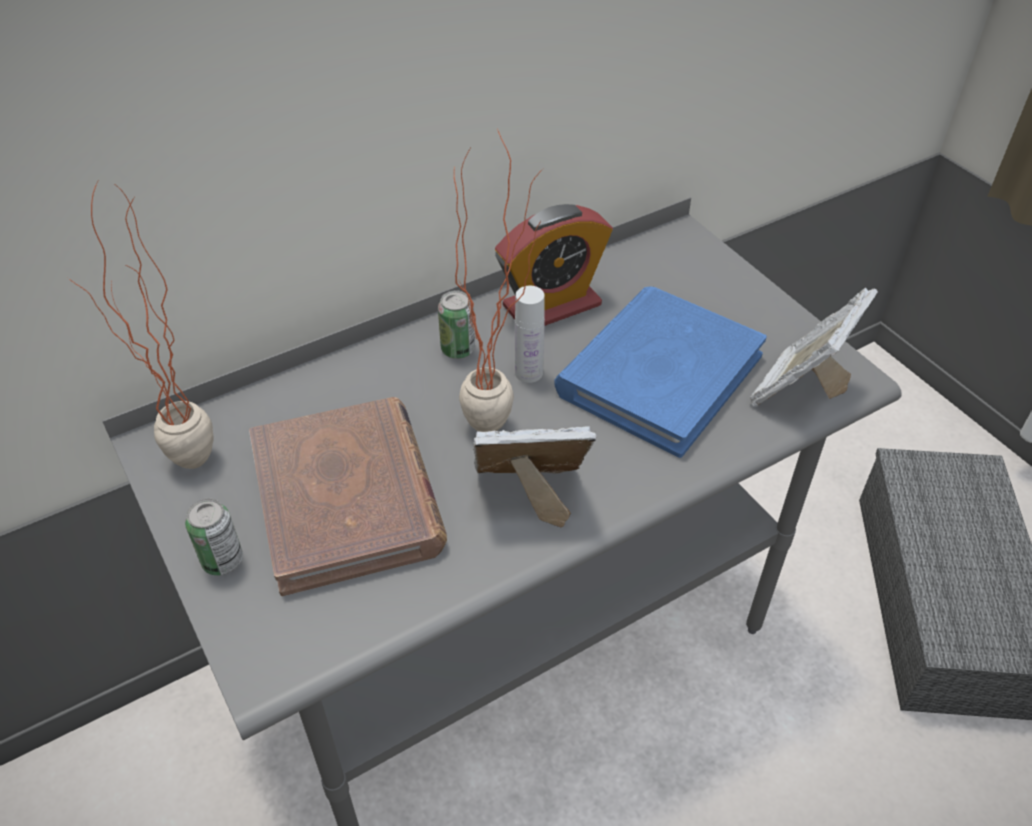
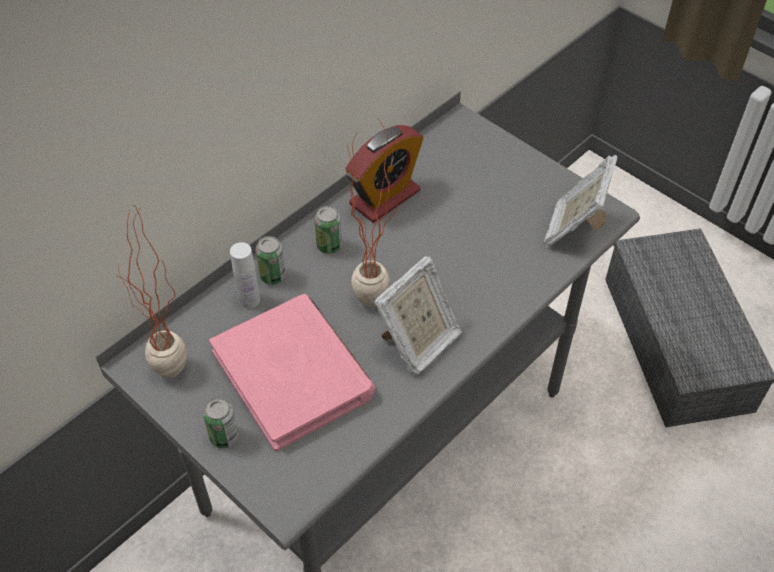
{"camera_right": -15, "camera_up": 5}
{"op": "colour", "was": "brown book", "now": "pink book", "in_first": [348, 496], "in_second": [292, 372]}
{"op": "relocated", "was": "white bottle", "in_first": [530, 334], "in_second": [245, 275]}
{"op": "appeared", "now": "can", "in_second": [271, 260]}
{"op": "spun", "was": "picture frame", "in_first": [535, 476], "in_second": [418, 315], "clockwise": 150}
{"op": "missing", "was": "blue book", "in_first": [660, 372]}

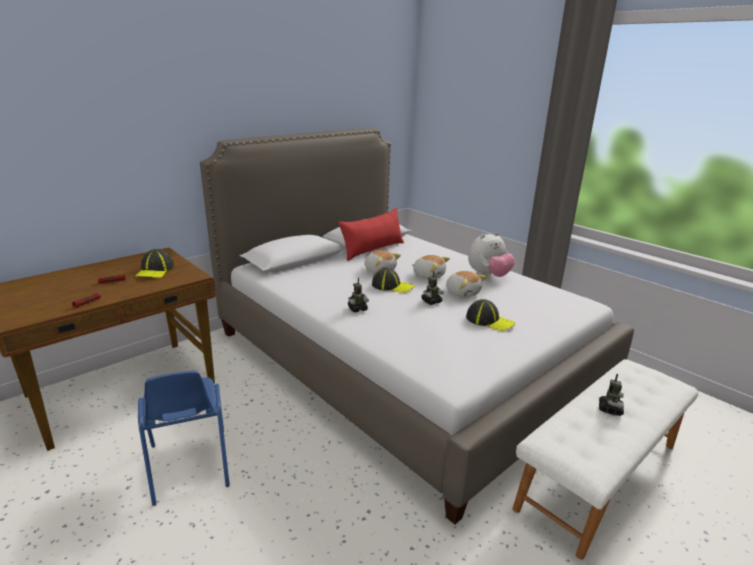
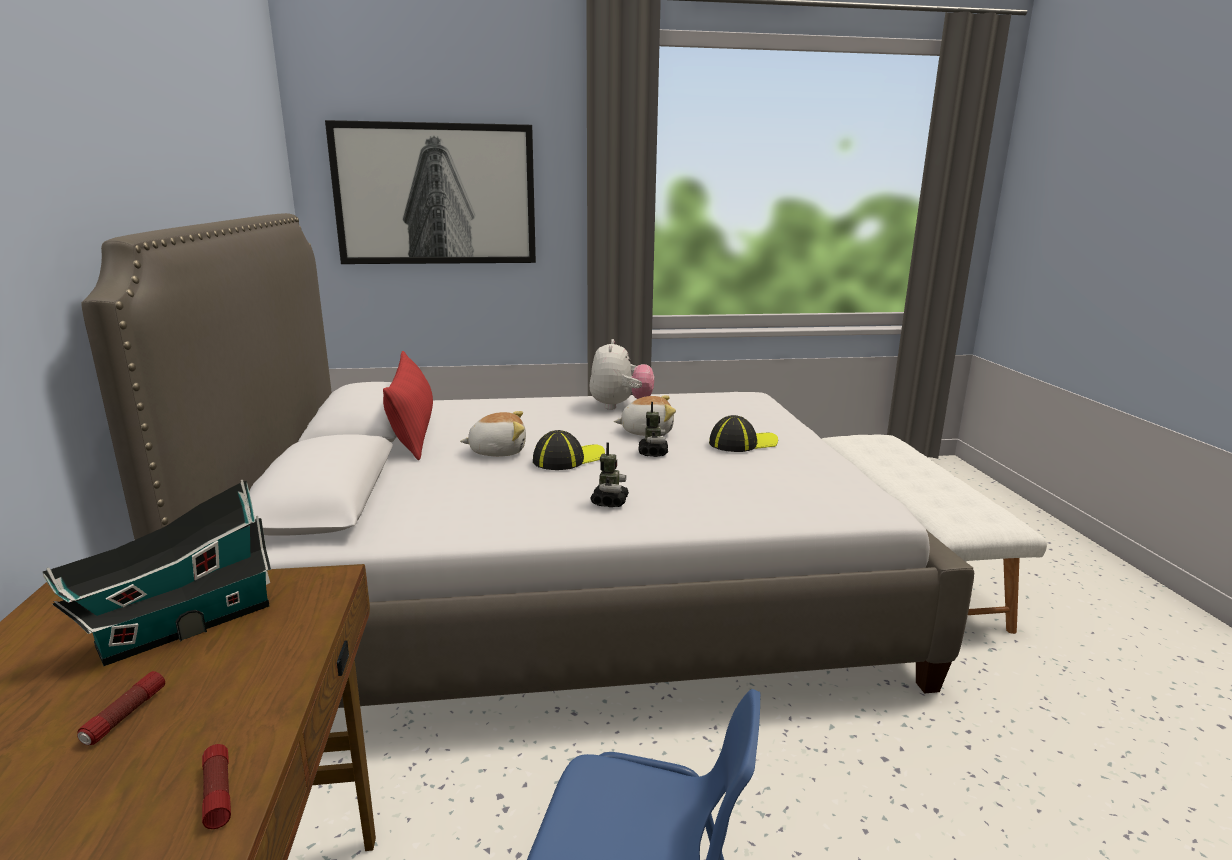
{"camera_right": -55, "camera_up": -5}
{"op": "exchanged", "was": "cap", "now": "toy house", "in_first": [154, 263], "in_second": [156, 573]}
{"op": "appeared", "now": "picture", "in_second": [430, 192]}
{"op": "missing", "was": "plush toy", "in_first": [431, 267]}
{"op": "missing", "was": "toy robot", "in_first": [611, 395]}

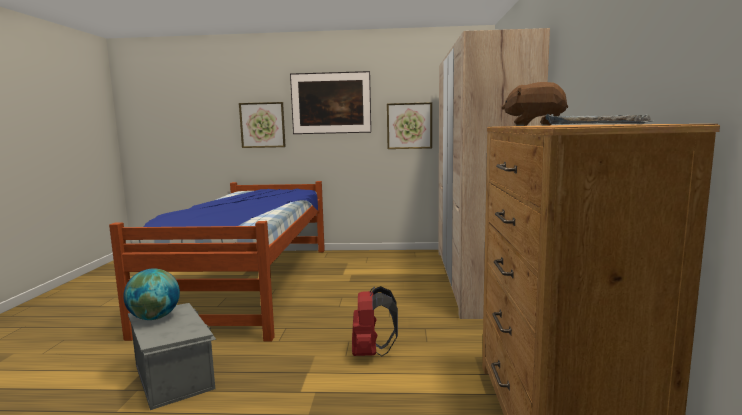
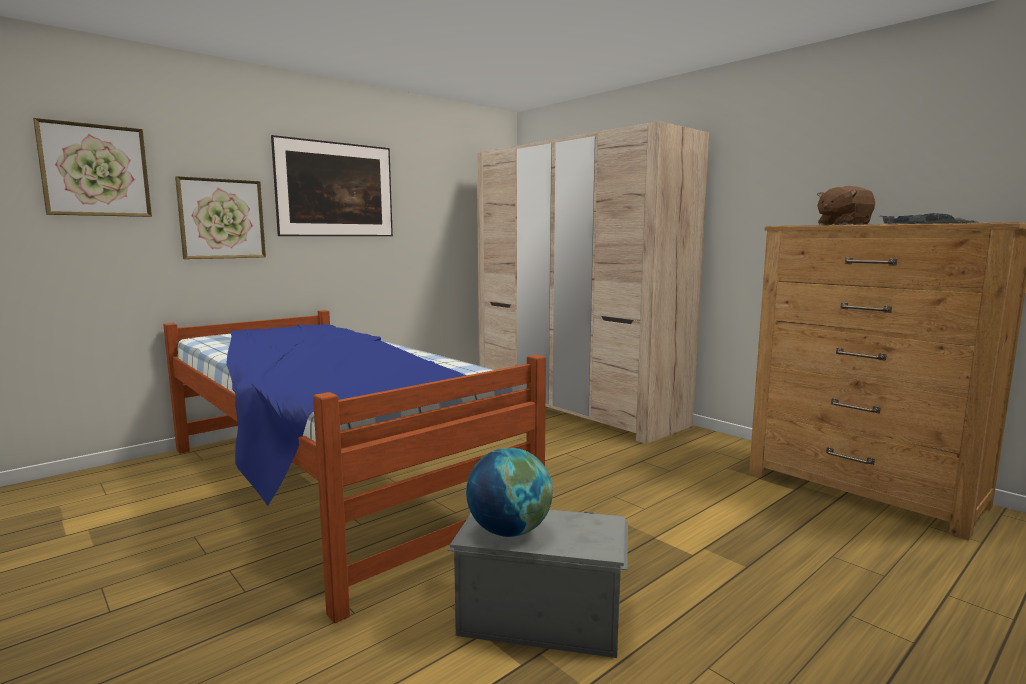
{"camera_right": -45, "camera_up": 0}
{"op": "relocated", "was": "picture", "in_first": [409, 125], "in_second": [92, 167]}
{"op": "missing", "was": "red backpack", "in_first": [375, 321]}

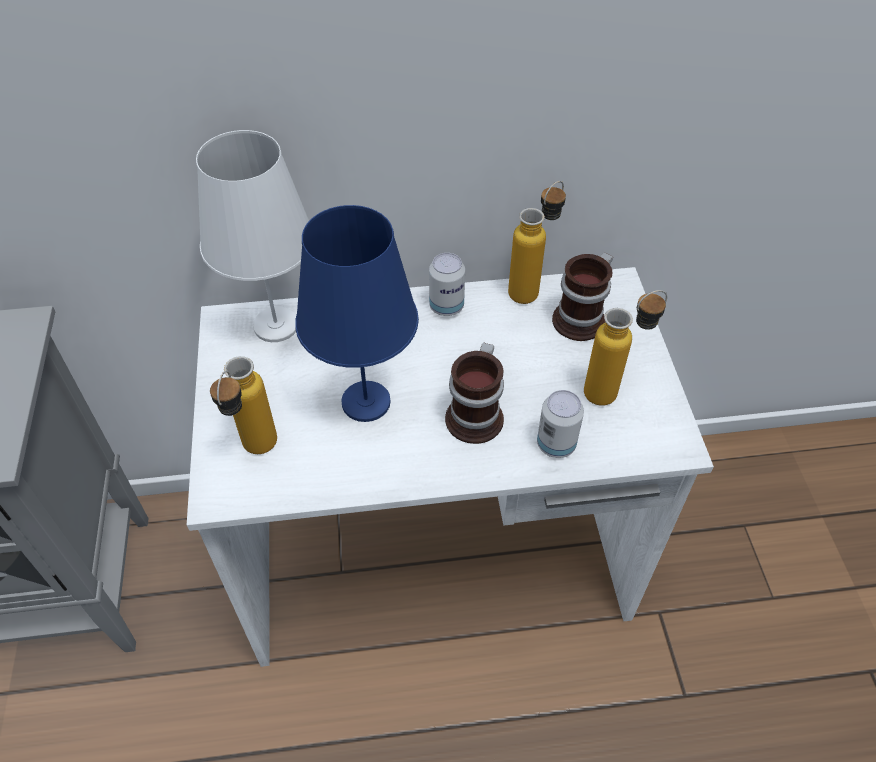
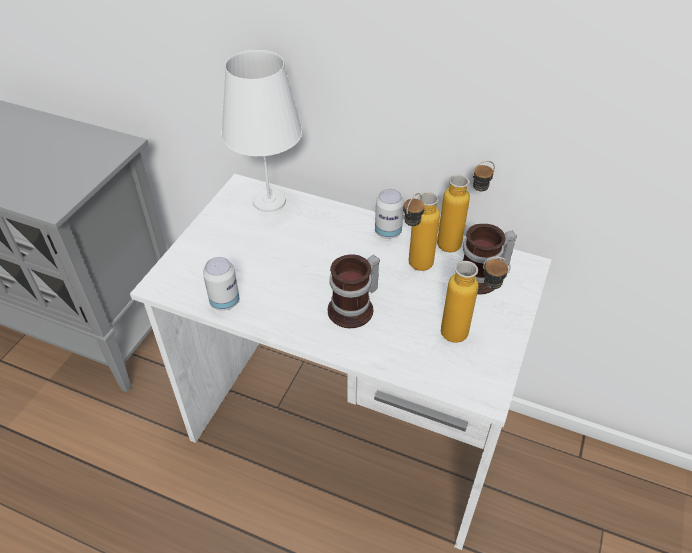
{"camera_right": 30, "camera_up": -5}
{"op": "relocated", "was": "can", "in_first": [560, 424], "in_second": [221, 284]}
{"op": "relocated", "was": "bottle", "in_first": [243, 405], "in_second": [421, 231]}
{"op": "missing", "was": "blue table lamp", "in_first": [357, 313]}

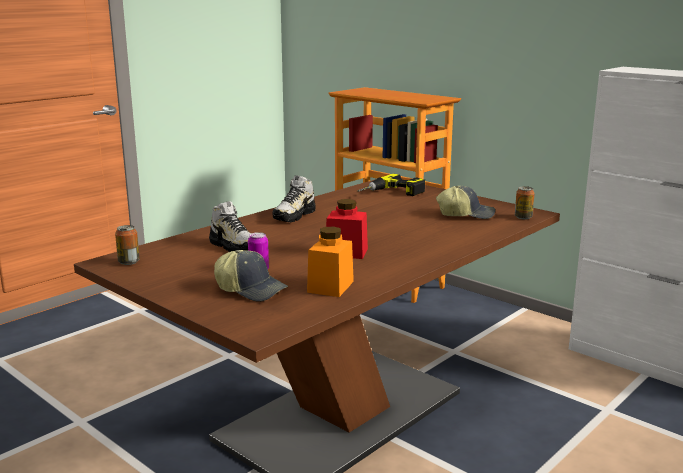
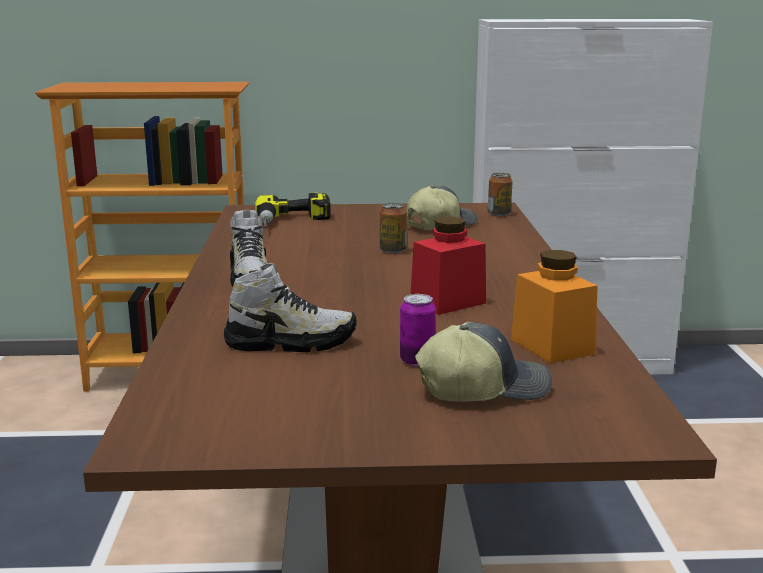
{"camera_right": -45, "camera_up": 0}
{"op": "relocated", "was": "can", "in_first": [127, 245], "in_second": [393, 228]}

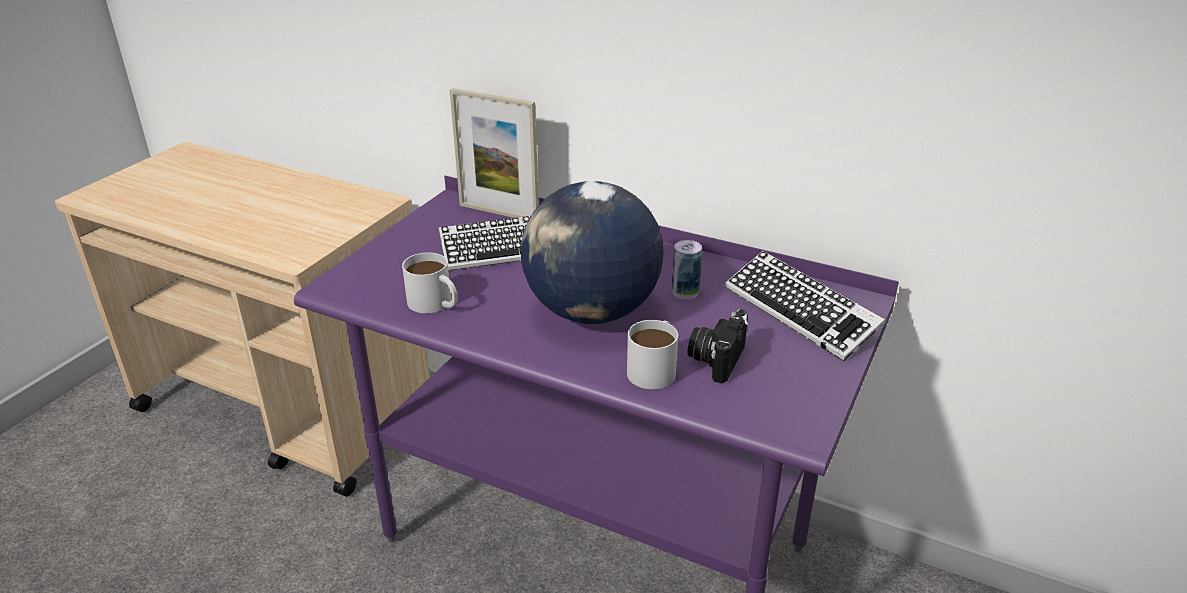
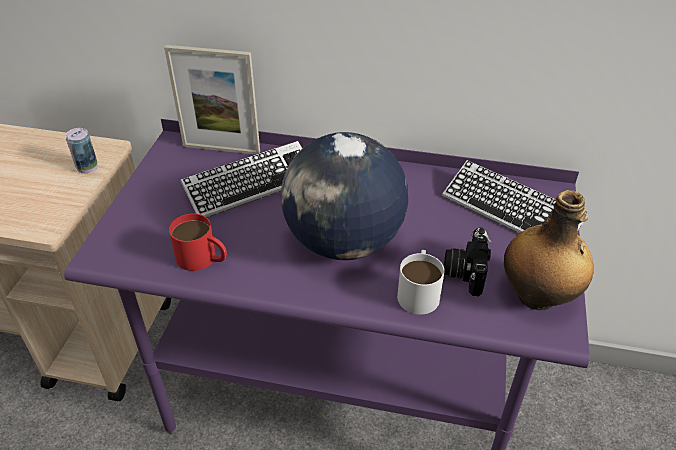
{"camera_right": -15, "camera_up": 10}
{"op": "relocated", "was": "can", "in_first": [687, 270], "in_second": [81, 151]}
{"op": "colour", "was": "white mug", "now": "red mug", "in_first": [430, 282], "in_second": [198, 242]}
{"op": "appeared", "now": "bottle", "in_second": [549, 250]}

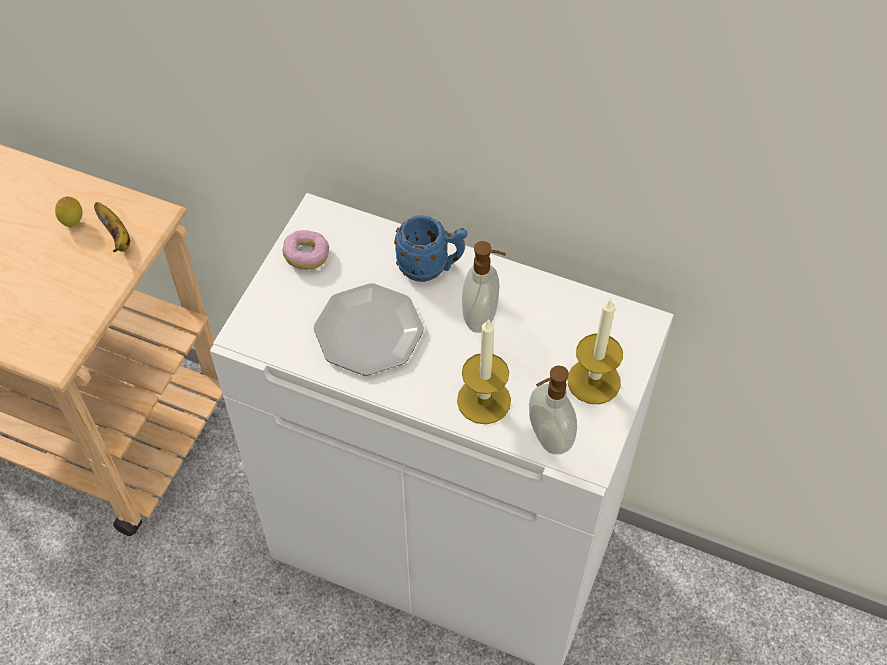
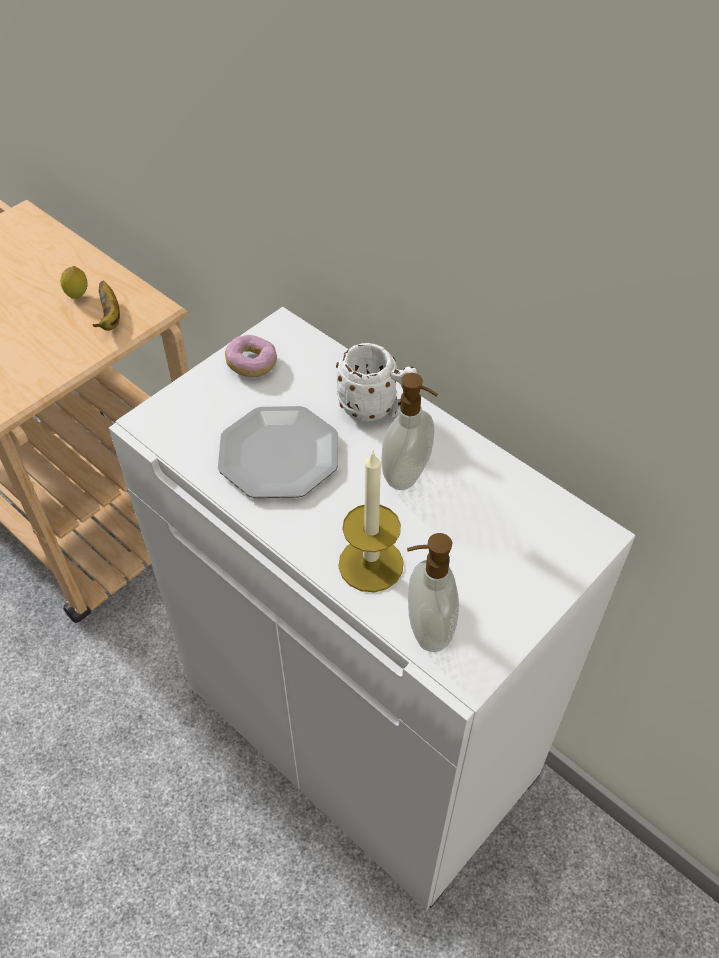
{"camera_right": 20, "camera_up": -5}
{"op": "colour", "was": "blue mug", "now": "white mug", "in_first": [430, 248], "in_second": [376, 382]}
{"op": "missing", "was": "candle", "in_first": [595, 351]}

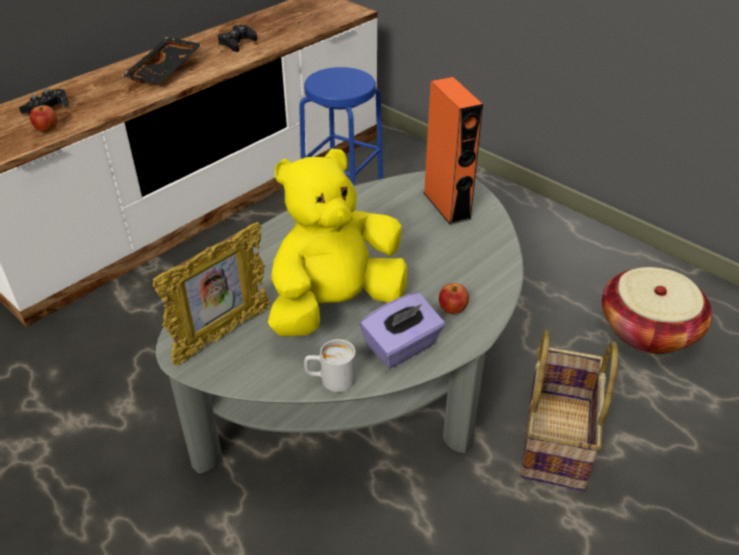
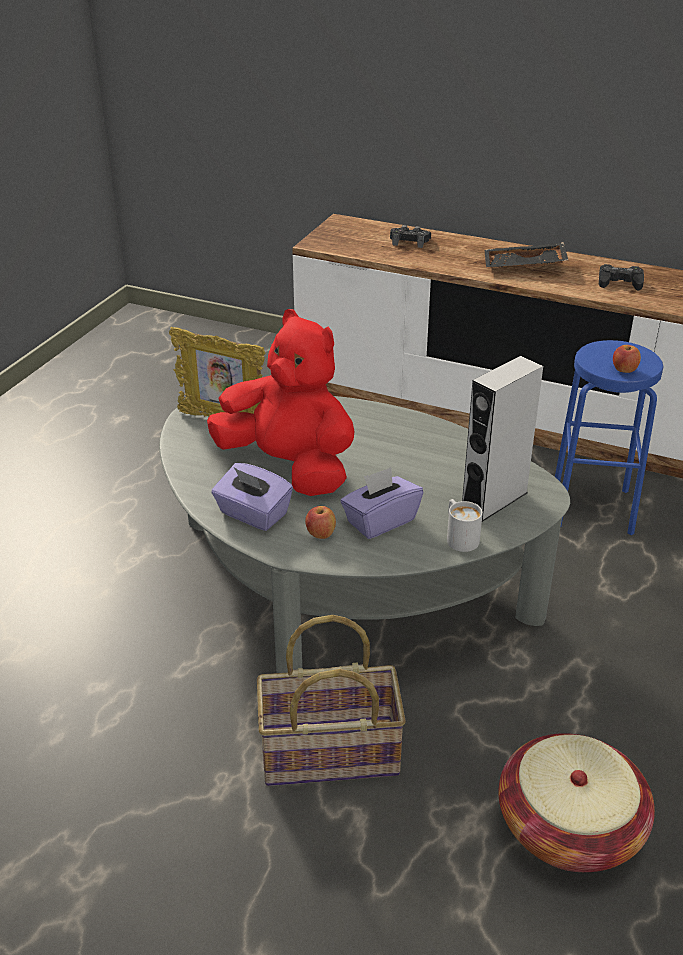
{"camera_right": 70, "camera_up": -5}
{"op": "colour", "was": "yellow plush toy", "now": "red plush toy", "in_first": [337, 242], "in_second": [280, 402]}
{"op": "appeared", "now": "purple tissue box", "in_second": [381, 503]}
{"op": "relocated", "was": "white mug", "in_first": [330, 365], "in_second": [465, 525]}
{"op": "colour", "was": "orange speaker", "now": "grey speaker", "in_first": [453, 151], "in_second": [502, 439]}
{"op": "relocated", "was": "apple", "in_first": [44, 119], "in_second": [627, 359]}

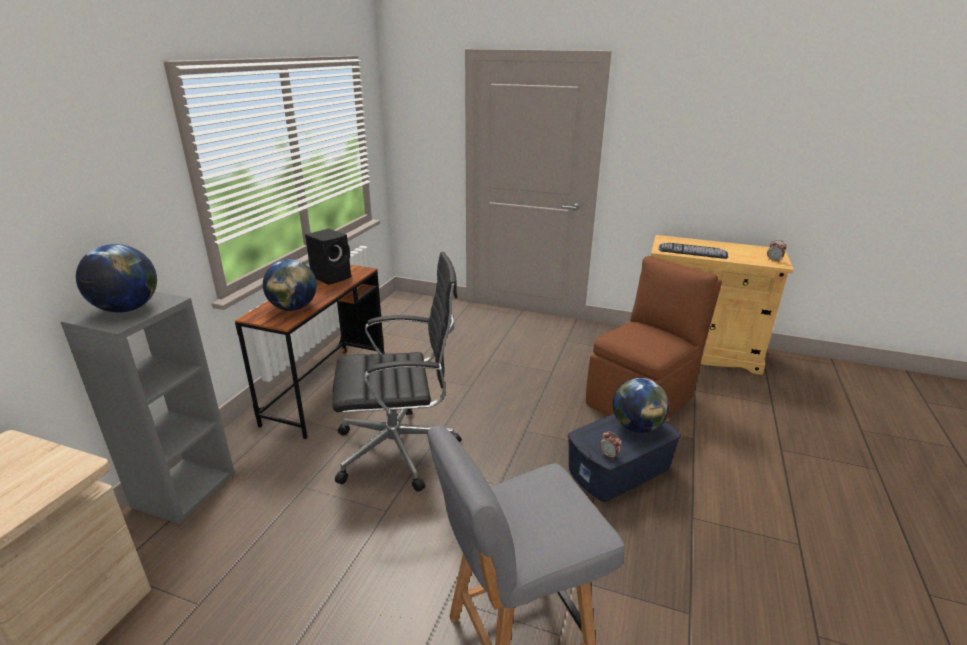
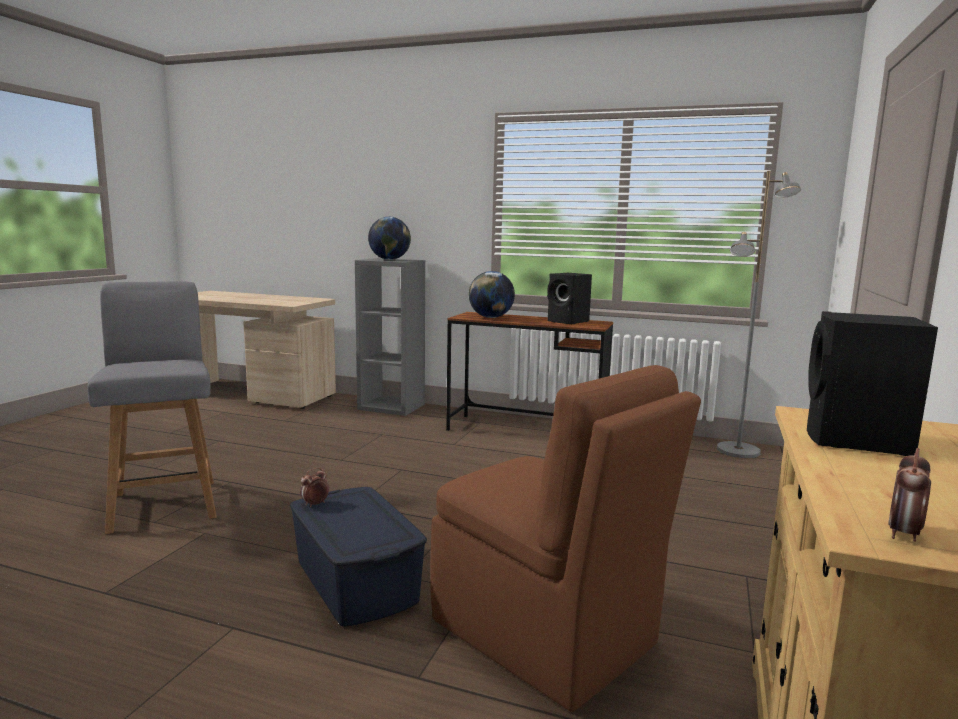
{"camera_right": 90, "camera_up": -15}
{"op": "appeared", "now": "grey floor lamp", "in_second": [759, 314]}
{"op": "exchanged", "was": "keyboard", "now": "black speaker", "in_first": [693, 251], "in_second": [872, 383]}
{"op": "missing", "was": "black office chair", "in_first": [396, 372]}
{"op": "missing", "was": "globe", "in_first": [641, 405]}

